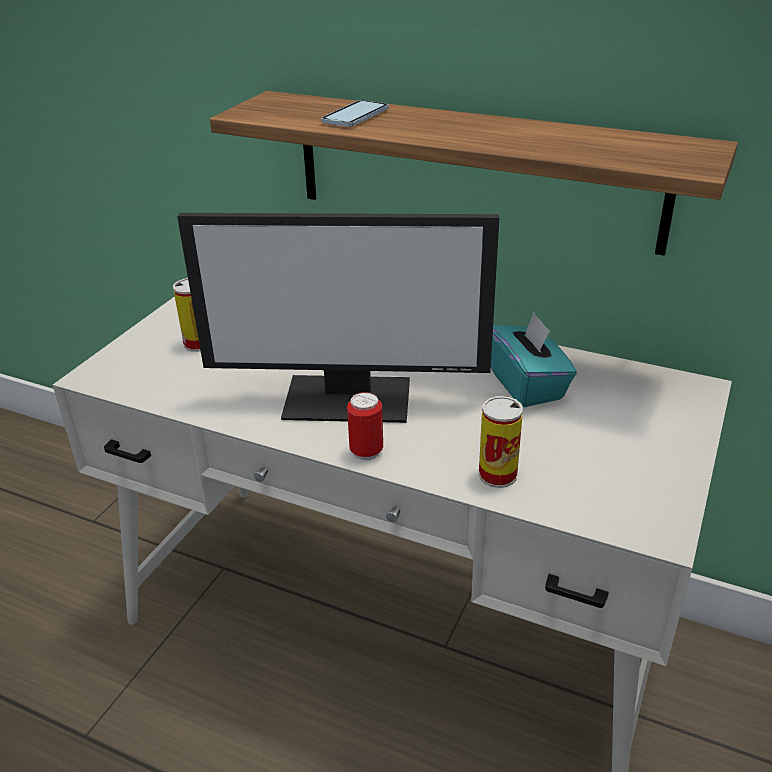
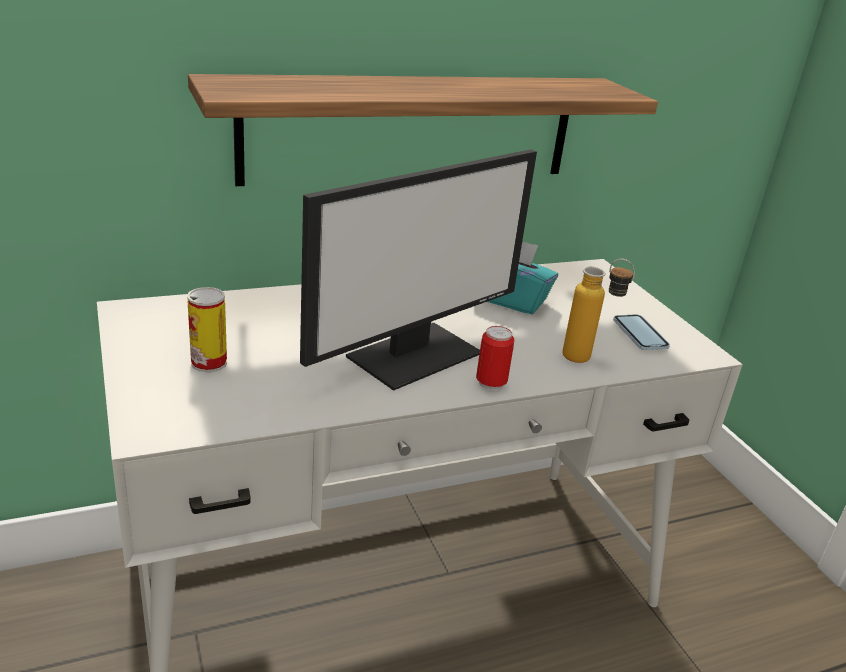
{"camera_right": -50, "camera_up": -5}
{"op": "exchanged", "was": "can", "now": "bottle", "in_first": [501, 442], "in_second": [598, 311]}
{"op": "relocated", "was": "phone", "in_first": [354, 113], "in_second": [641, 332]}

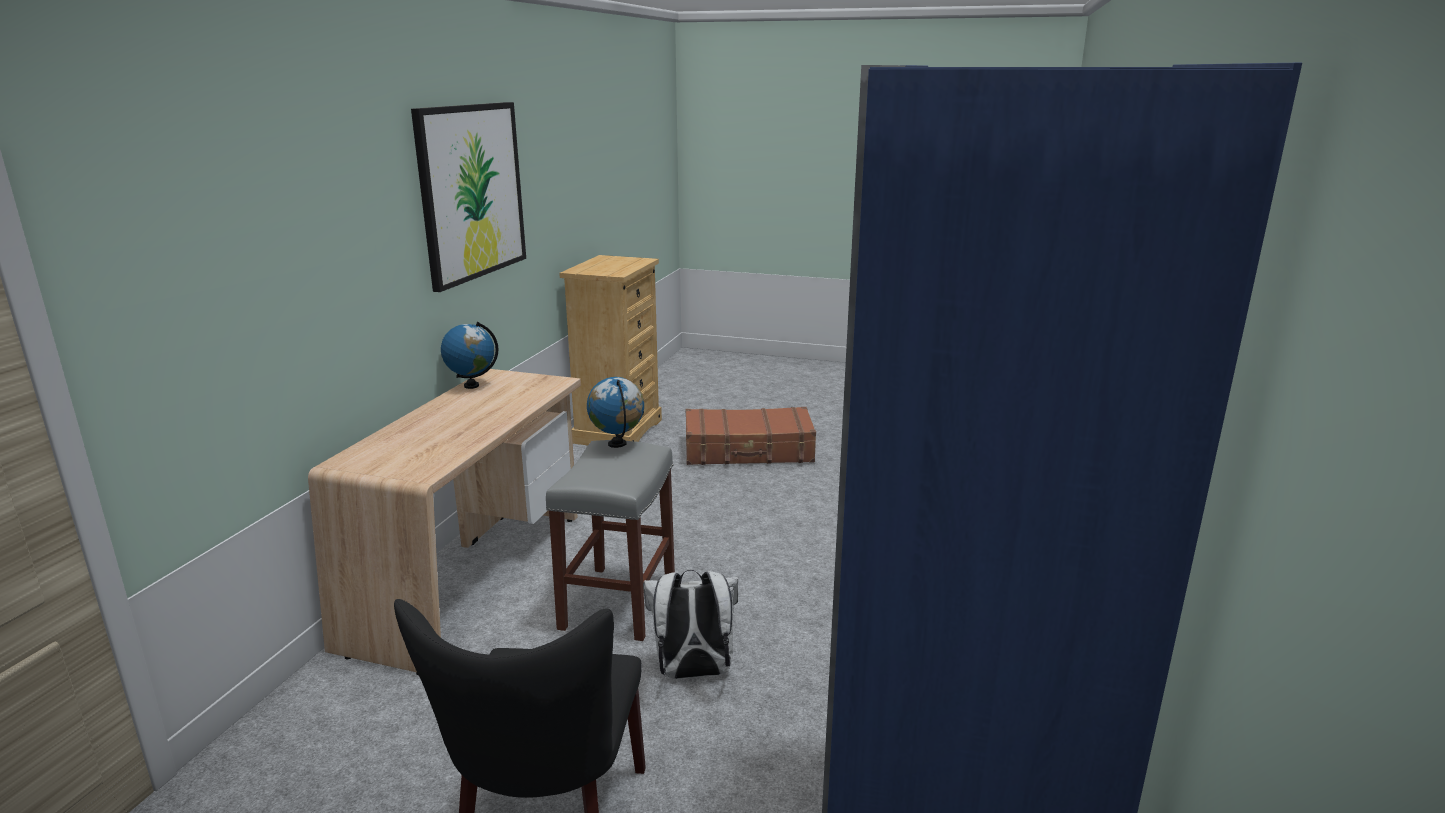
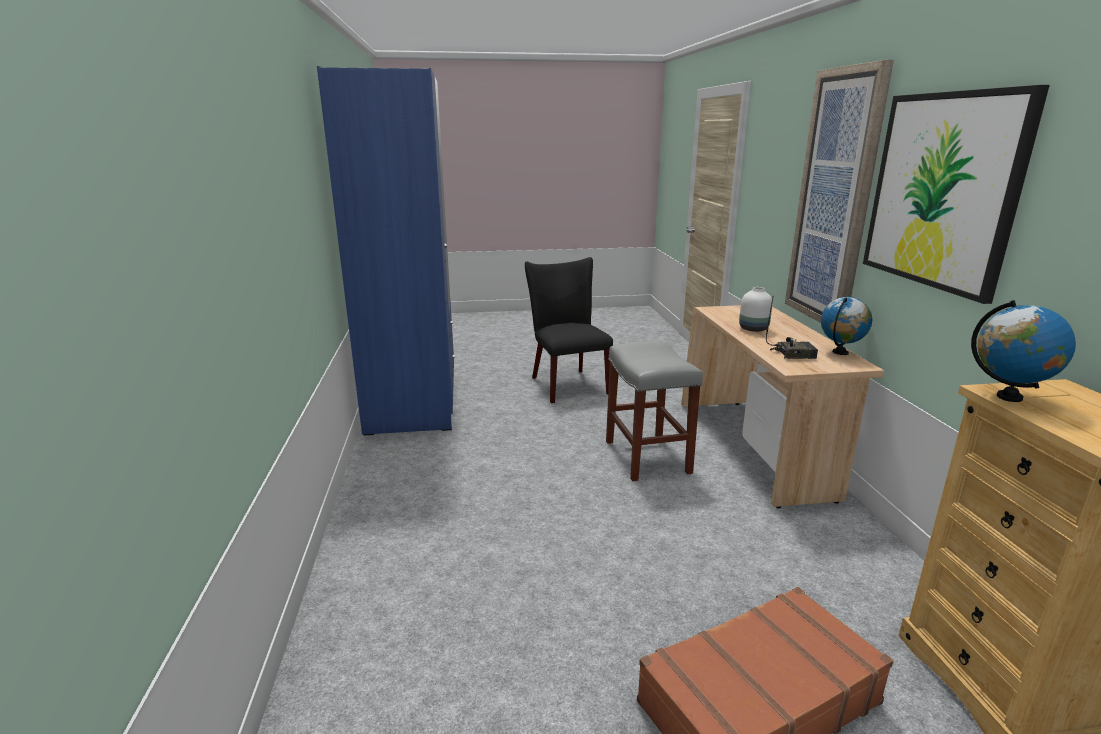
{"camera_right": 155, "camera_up": 0}
{"op": "appeared", "now": "white vase", "in_second": [756, 309]}
{"op": "appeared", "now": "radio", "in_second": [792, 328]}
{"op": "appeared", "now": "picture", "in_second": [839, 191]}
{"op": "relocated", "was": "globe", "in_first": [615, 412], "in_second": [1023, 351]}
{"op": "missing", "was": "white backpack", "in_first": [690, 624]}

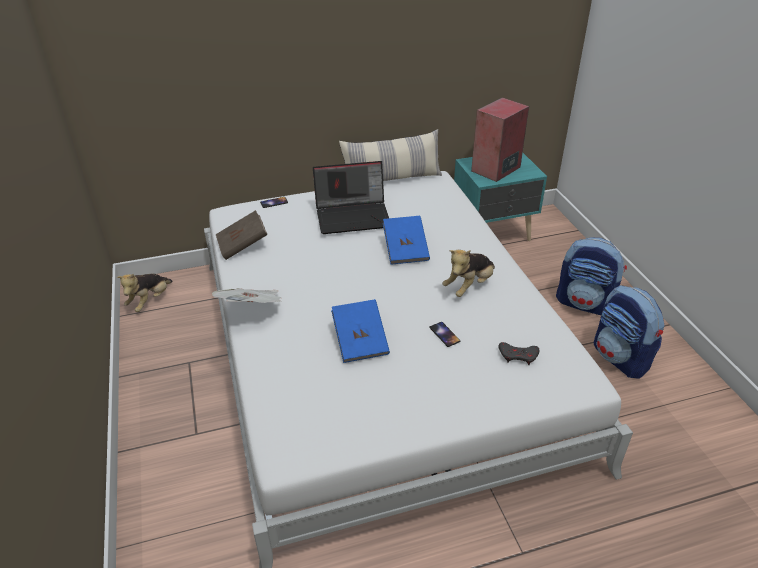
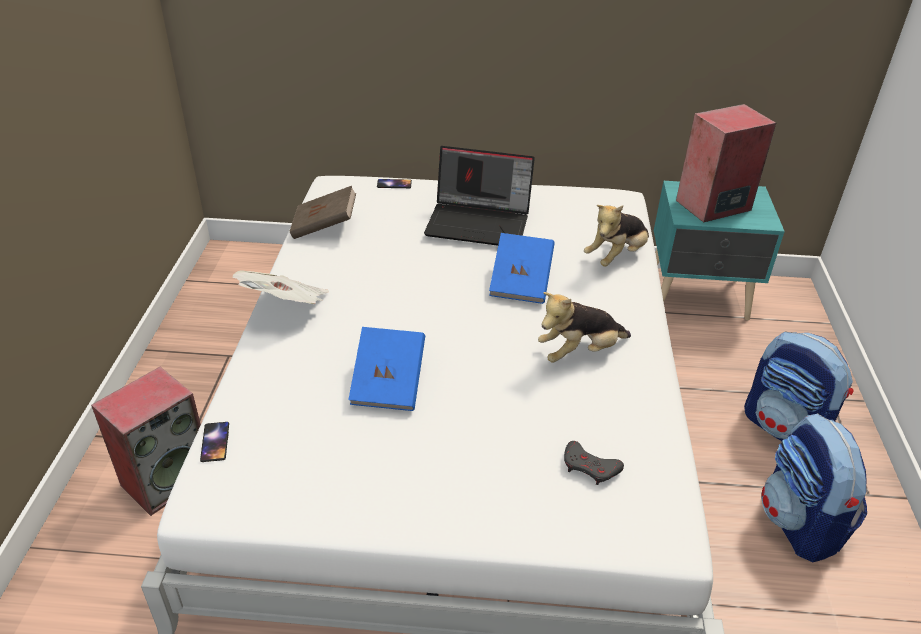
{"camera_right": 20, "camera_up": 0}
{"op": "appeared", "now": "speaker", "in_second": [146, 441]}
{"op": "relocated", "was": "phone", "in_first": [445, 334], "in_second": [214, 442]}
{"op": "relocated", "was": "plush toy", "in_first": [144, 293], "in_second": [616, 236]}
{"op": "missing", "was": "pillow", "in_first": [390, 155]}

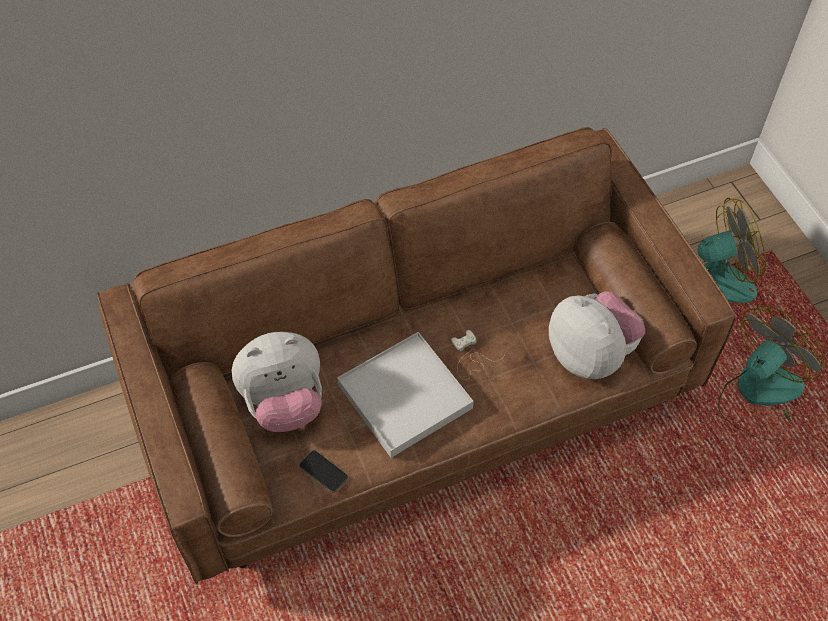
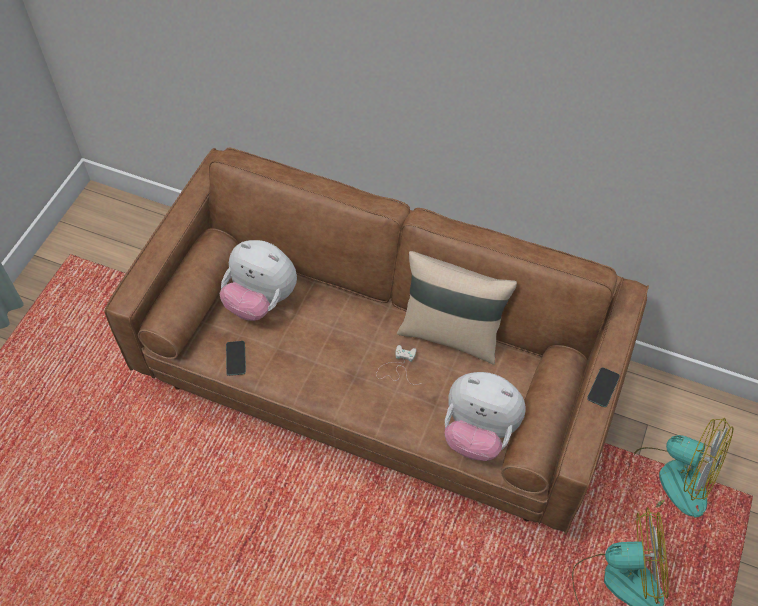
{"camera_right": 45, "camera_up": 0}
{"op": "appeared", "now": "beige pillow", "in_second": [457, 308]}
{"op": "spun", "was": "plush toy", "in_first": [597, 335], "in_second": [485, 416], "clockwise": 105}
{"op": "appeared", "now": "phone", "in_second": [603, 387]}
{"op": "missing", "was": "white tray", "in_first": [405, 395]}

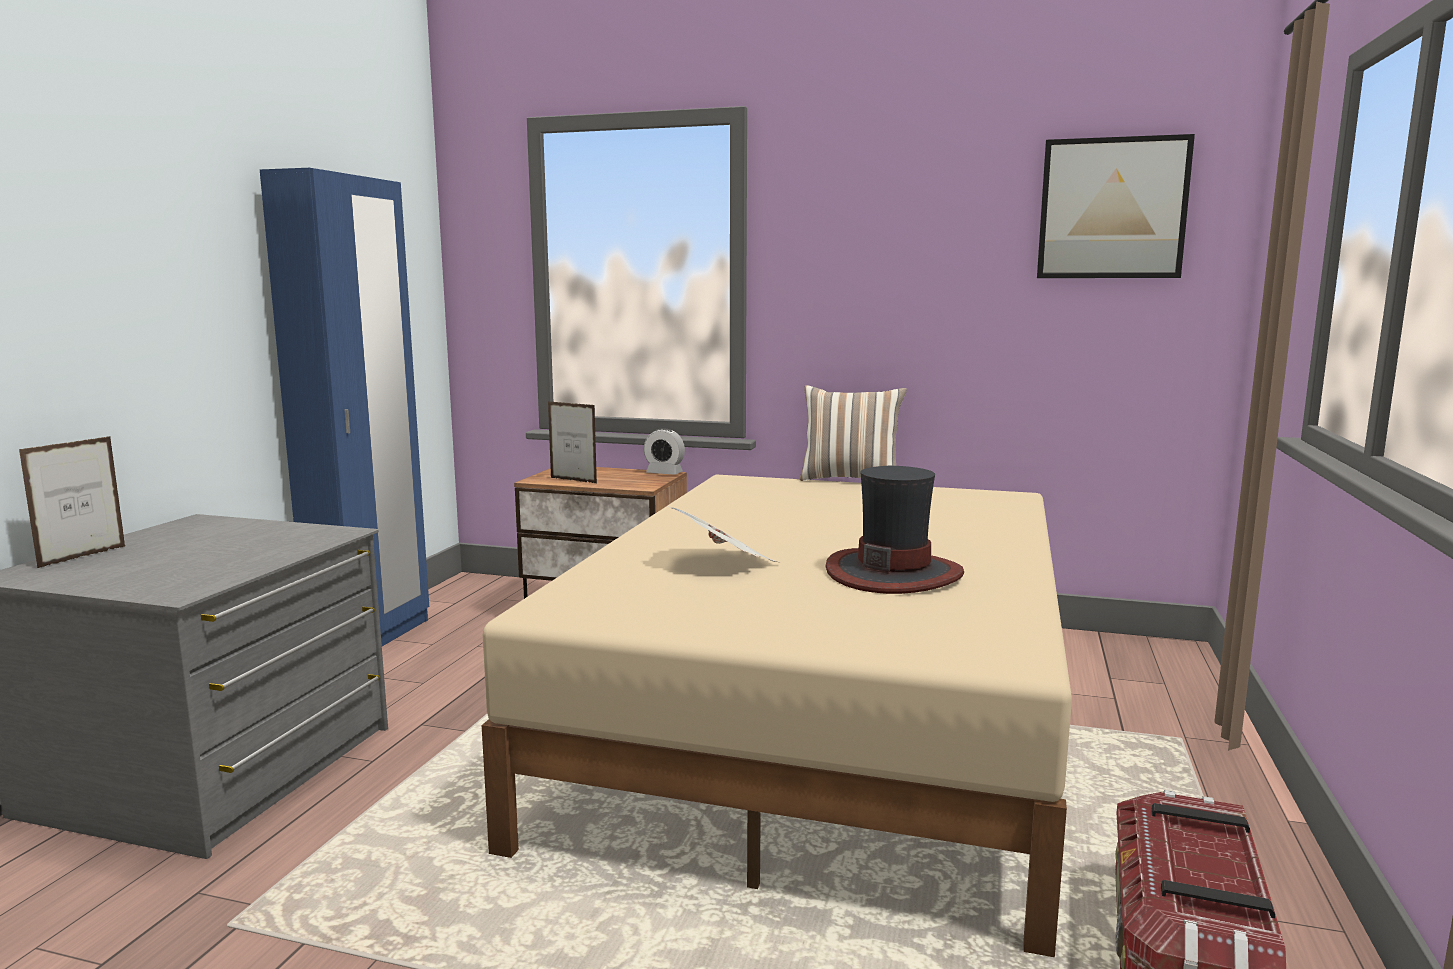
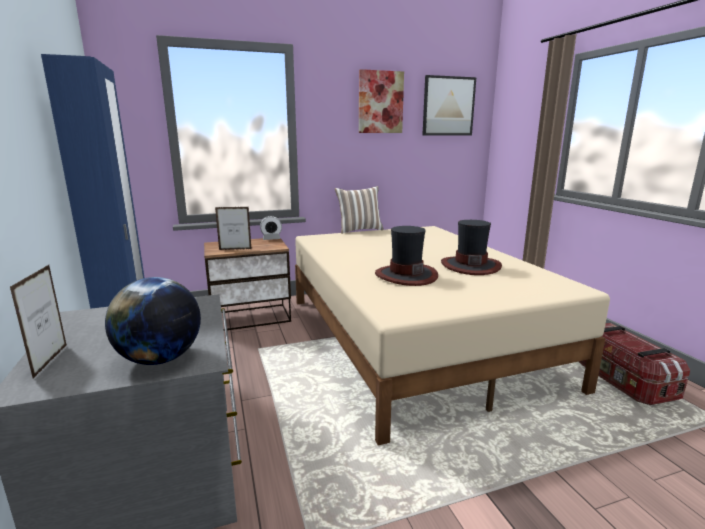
{"camera_right": -35, "camera_up": 5}
{"op": "appeared", "now": "globe", "in_second": [153, 321]}
{"op": "appeared", "now": "picture", "in_second": [381, 101]}
{"op": "exchanged", "was": "newspaper", "now": "hat", "in_first": [722, 534], "in_second": [406, 256]}

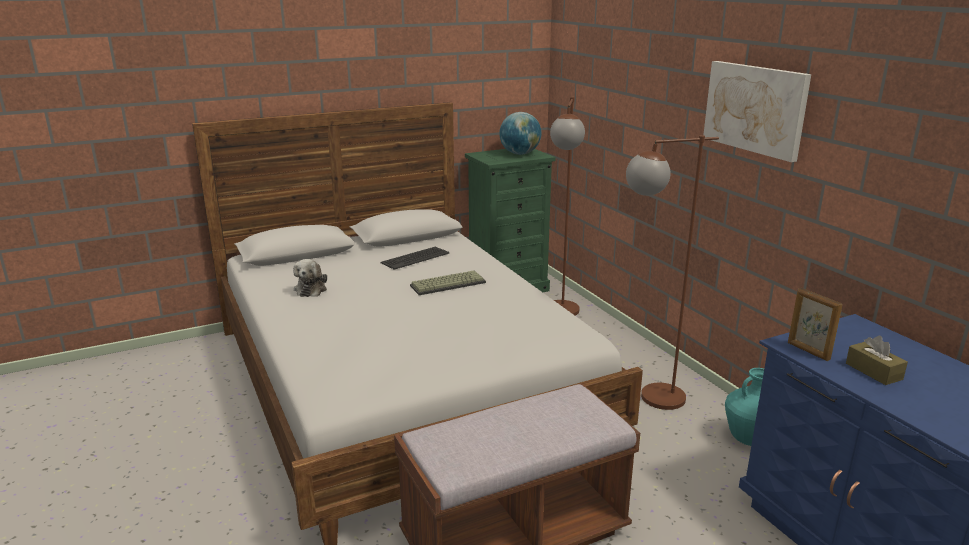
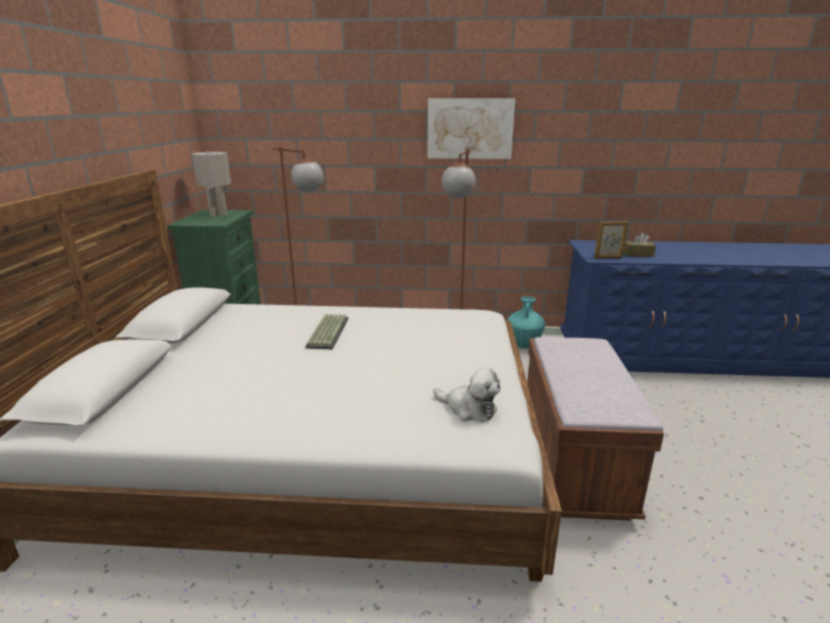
{"camera_right": -60, "camera_up": 0}
{"op": "exchanged", "was": "globe", "now": "grey table lamp", "in_first": [520, 133], "in_second": [211, 184]}
{"op": "relocated", "was": "plush toy", "in_first": [310, 278], "in_second": [466, 395]}
{"op": "missing", "was": "keyboard", "in_first": [415, 258]}

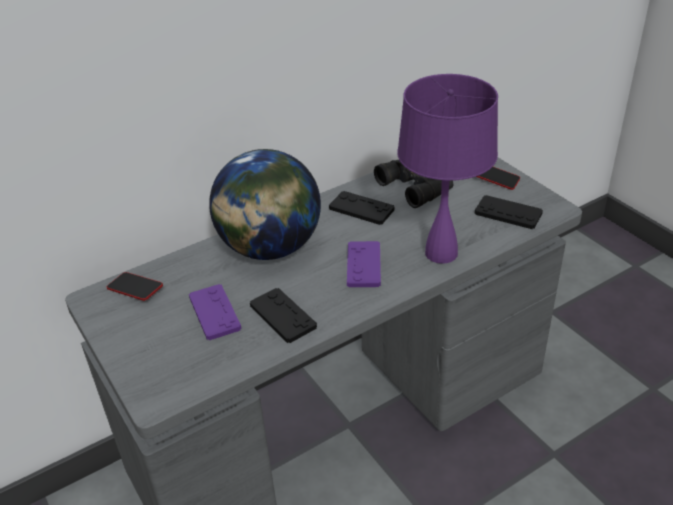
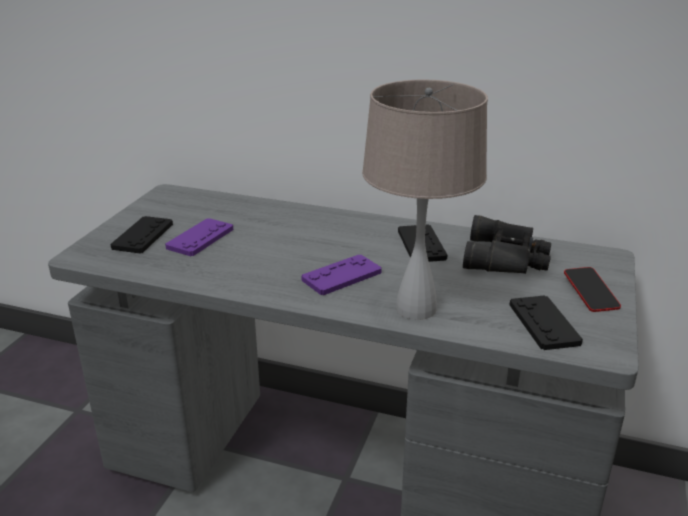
{"camera_right": 50, "camera_up": -10}
{"op": "relocated", "was": "black game controller", "in_first": [283, 315], "in_second": [141, 234]}
{"op": "colour", "was": "purple table lamp", "now": "beige table lamp", "in_first": [447, 169], "in_second": [425, 200]}
{"op": "missing", "was": "phone", "in_first": [135, 286]}
{"op": "missing", "was": "globe", "in_first": [265, 204]}

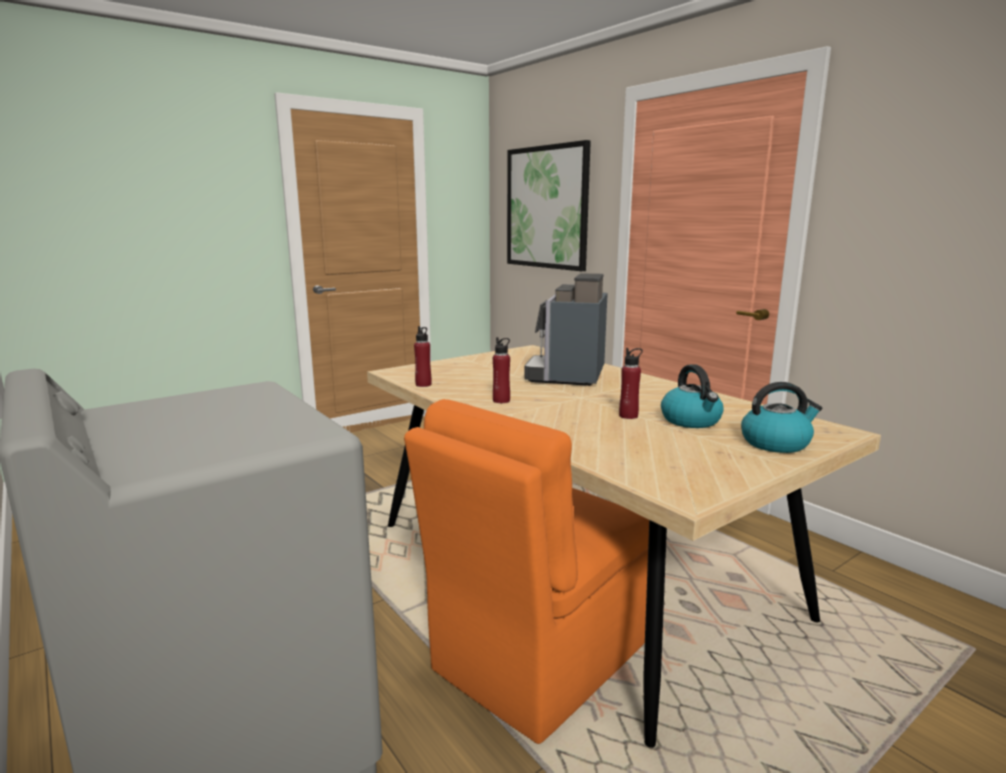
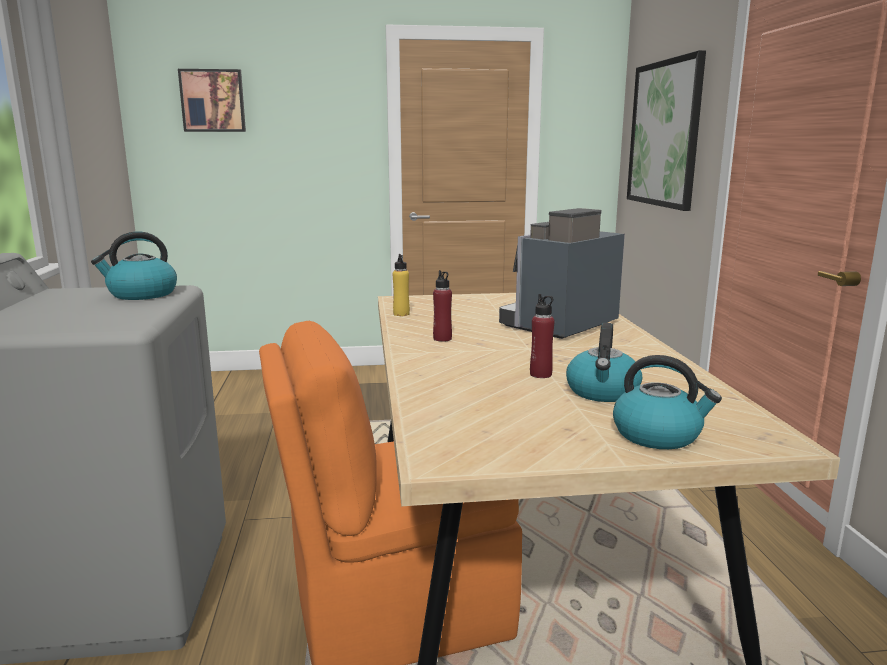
{"camera_right": 30, "camera_up": 0}
{"op": "appeared", "now": "kettle", "in_second": [134, 266]}
{"op": "appeared", "now": "picture", "in_second": [212, 100]}
{"op": "colour", "was": "red bottle", "now": "yellow bottle", "in_first": [423, 356], "in_second": [401, 285]}

